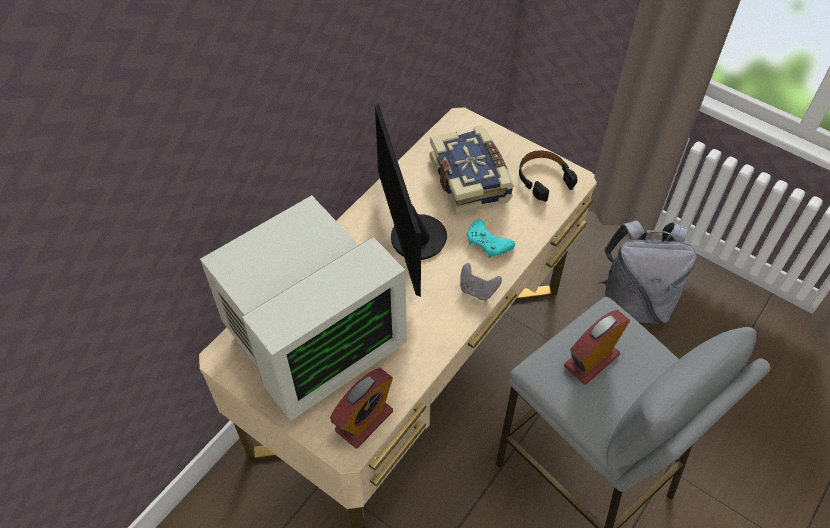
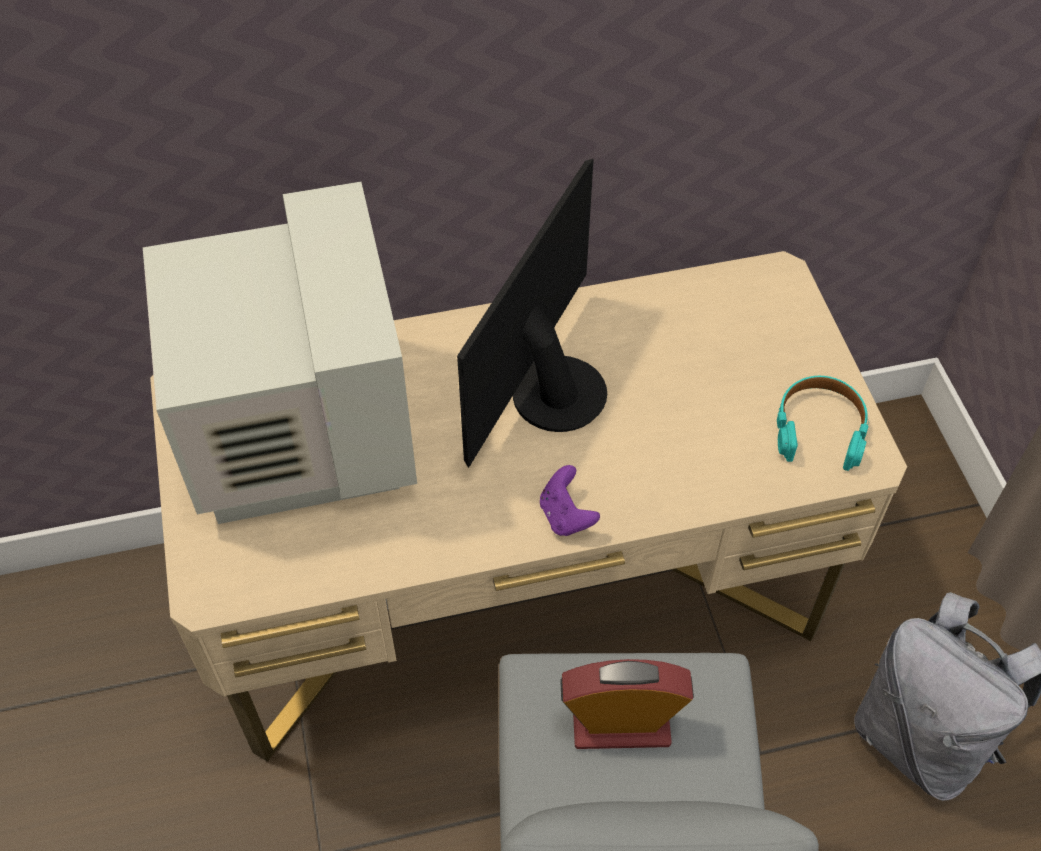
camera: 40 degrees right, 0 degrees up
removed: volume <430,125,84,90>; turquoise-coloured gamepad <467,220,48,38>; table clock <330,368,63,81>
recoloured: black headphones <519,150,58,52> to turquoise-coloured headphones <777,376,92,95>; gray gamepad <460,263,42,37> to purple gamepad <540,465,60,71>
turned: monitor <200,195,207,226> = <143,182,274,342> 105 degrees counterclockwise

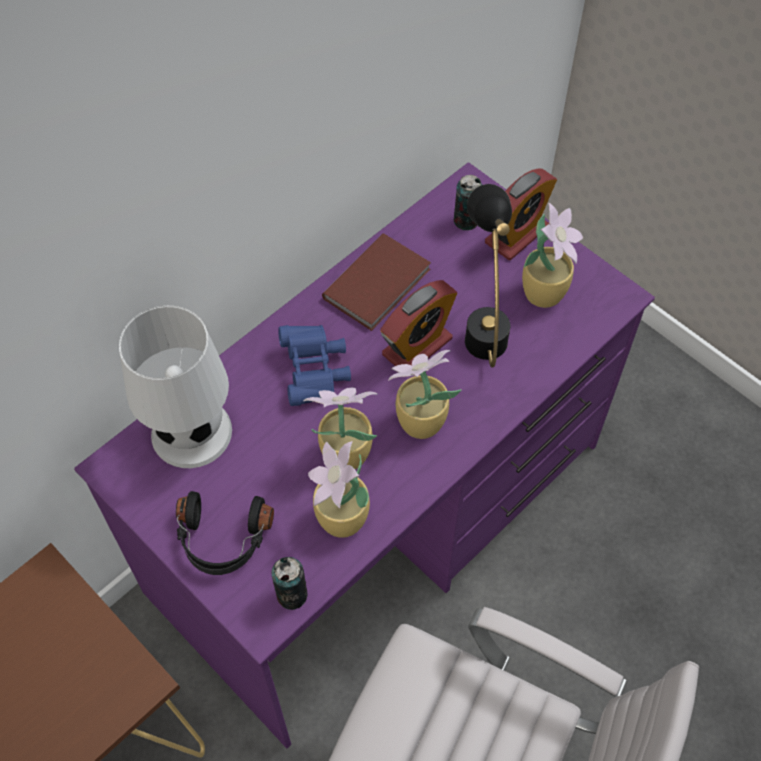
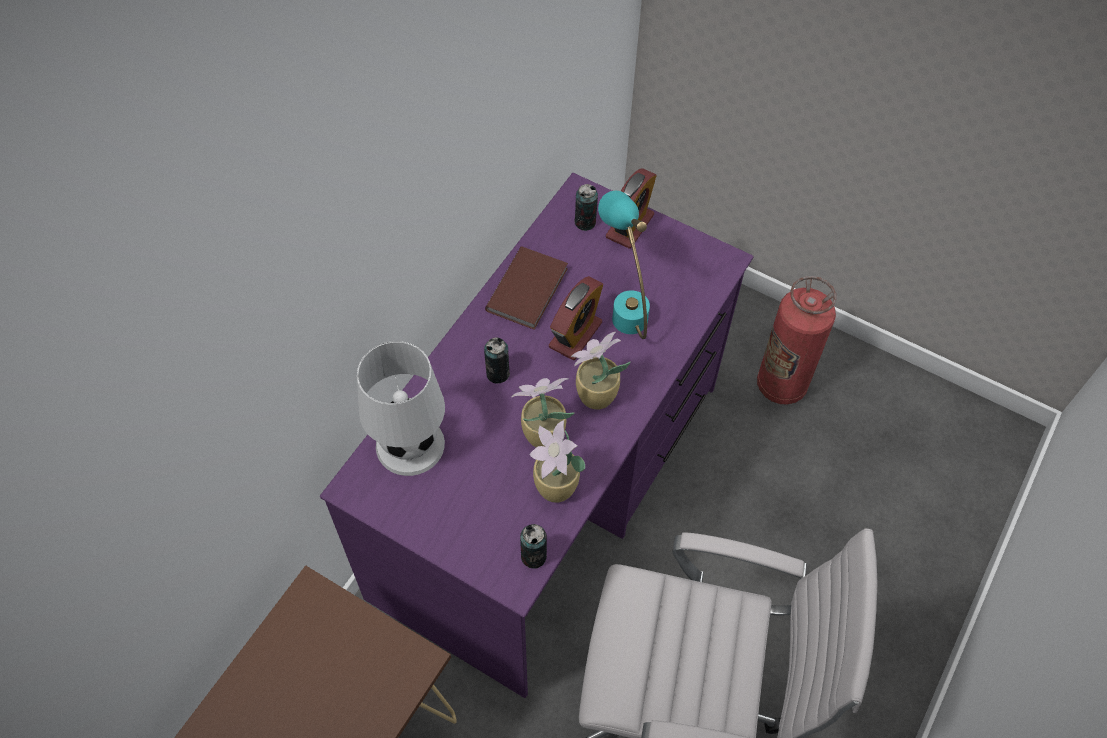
camera: 15 degrees left, 0 degrees up
removed: houseplant <522,203,61,105>; black headphones <176,491,98,84>
added: extinguisher <757,276,79,129>
replaced: blue-coloured pair of binoculars <278,325,73,81> to sealed can <484,337,26,47>
recoloured: black lamp for a table <465,184,47,184> to turquoise-coloured lamp for a table <598,191,52,148>

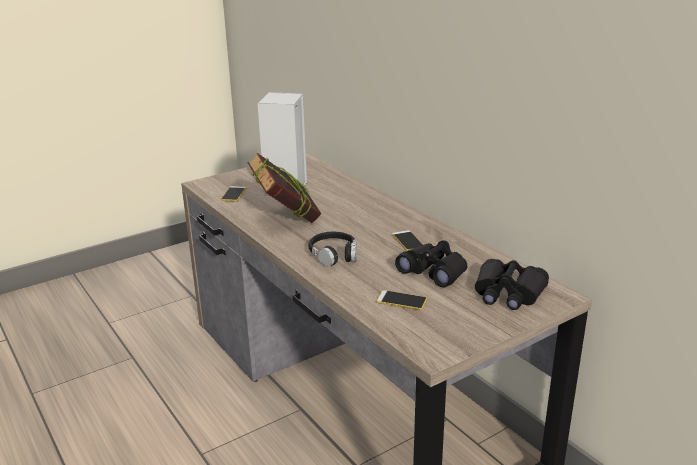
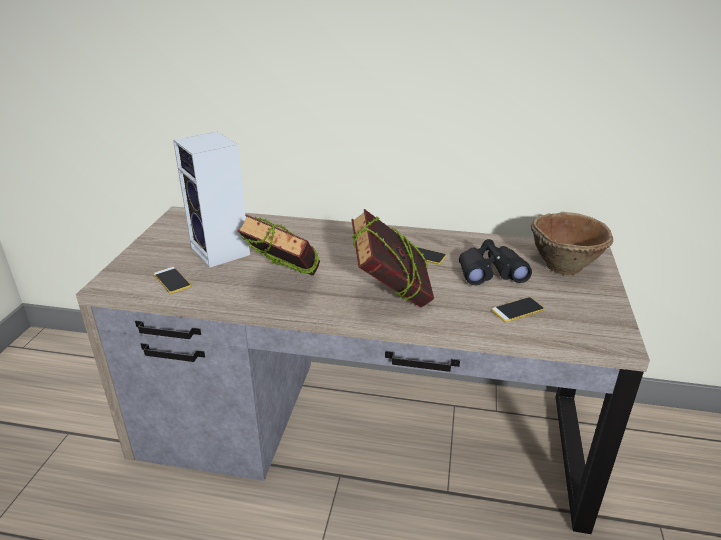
camera: 45 degrees left, 5 degrees up
replaced: black headphones <308,232,49,35> to volume <351,209,83,99>; black pair of binoculars <475,259,74,51> to brownish serving bowl <531,212,82,63>

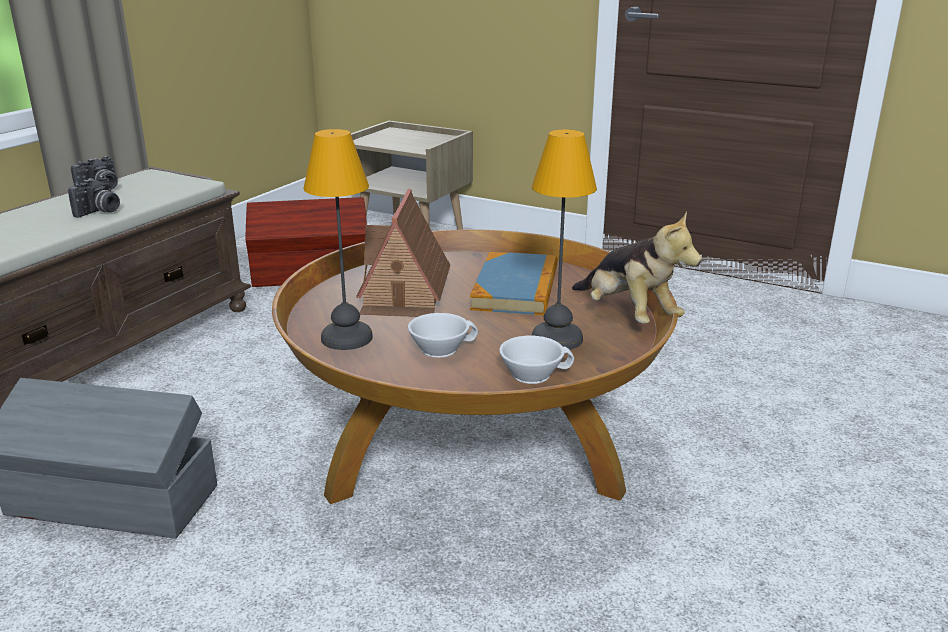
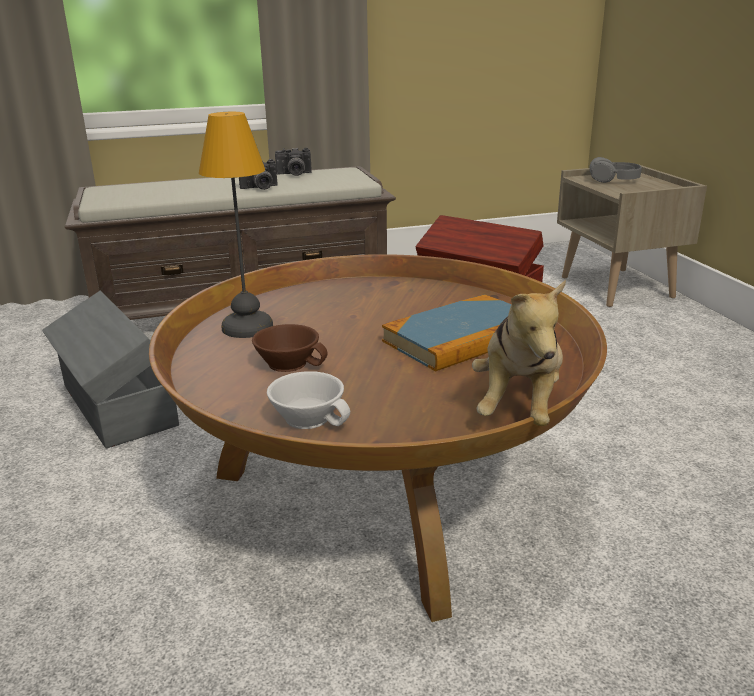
camera: 45 degrees right, 0 degrees up
removed: lamp for a table <532,130,65,220>; toy house <356,189,95,128>
added: gray headphones <589,157,53,26>
recoloured: white drinking cup <408,313,70,45> to brownish drinking cup <252,324,75,48>

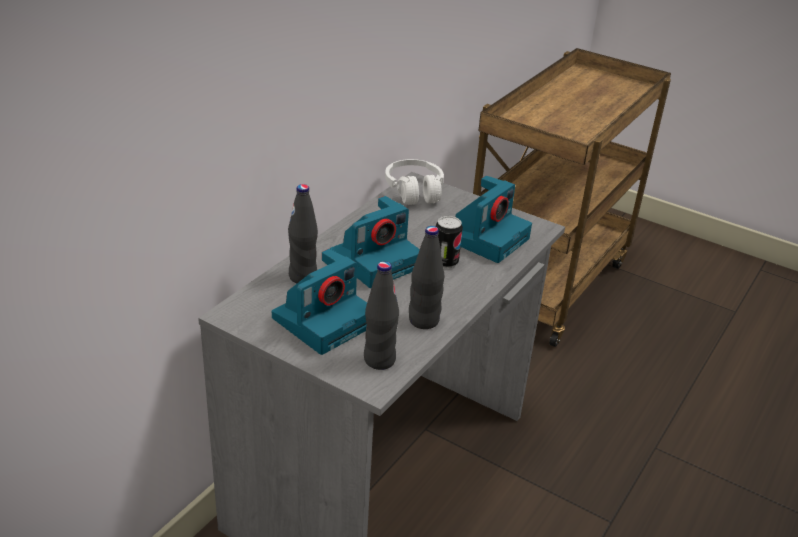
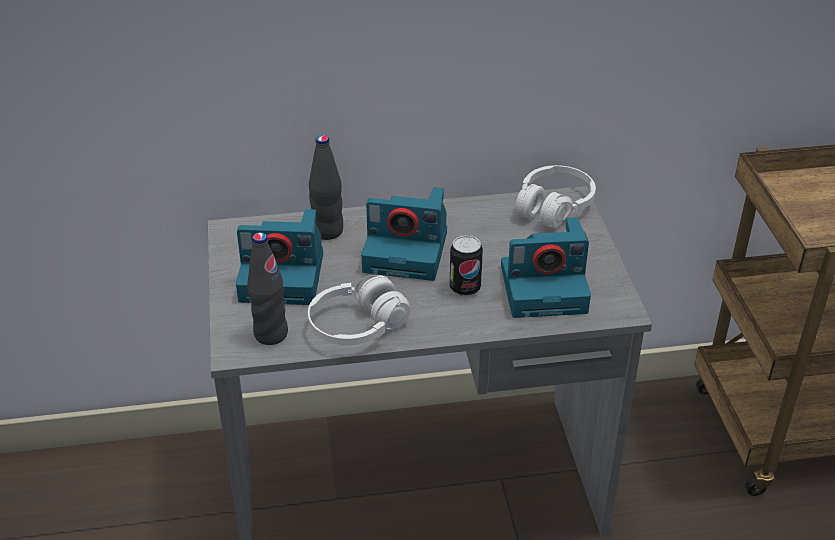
camera: 50 degrees right, 5 degrees up
replaced: black bottle <409,226,35,103> to white headphones <308,275,102,70>

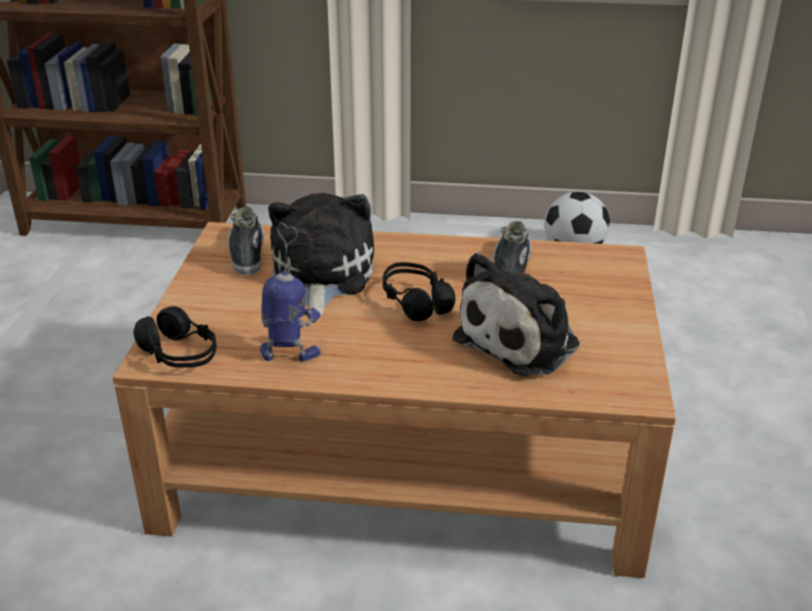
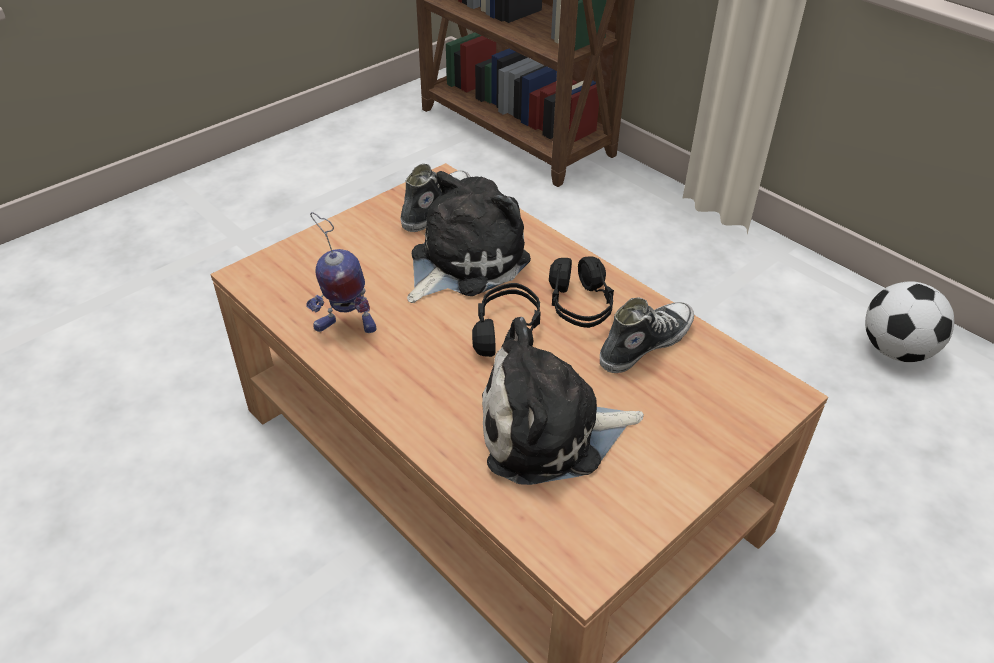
camera: 40 degrees right, 10 degrees up
moved: black headphones <133,306,84,62> to <549,256,65,72>
turned: robot figure <260,223,61,139> = <306,212,70,121> 135 degrees clockwise

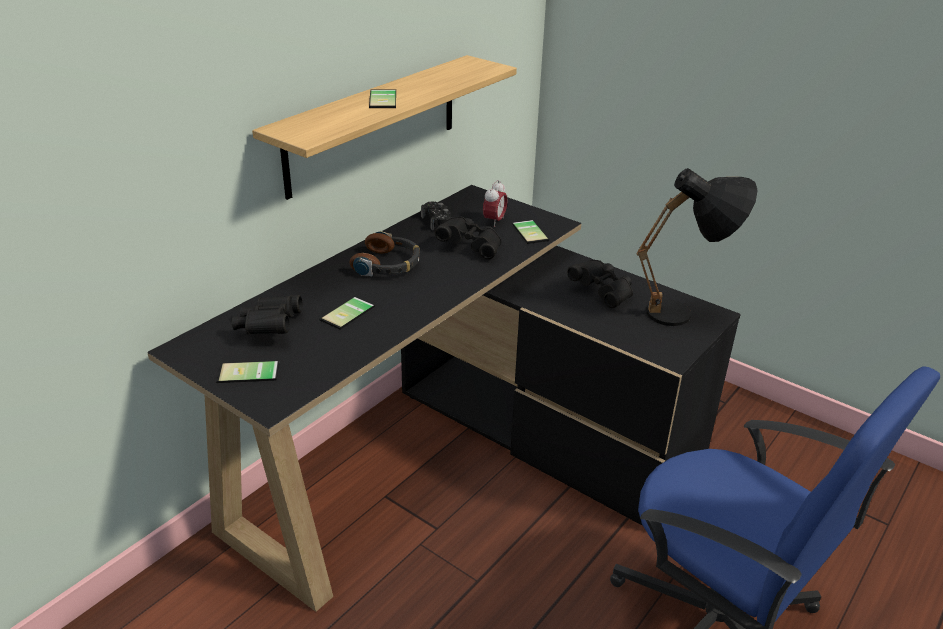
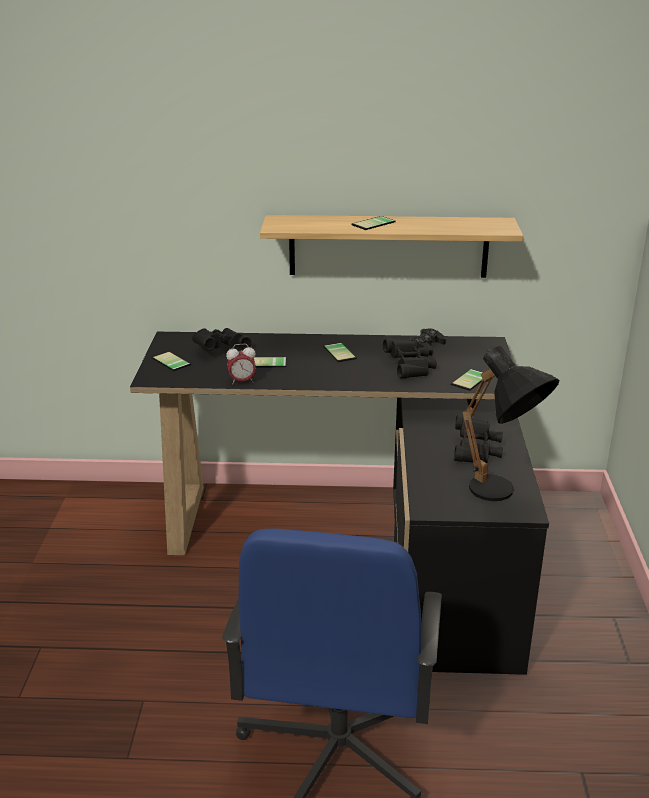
camera: 55 degrees right, 5 degrees down
moved: table clock <483,180,24,47> to <226,344,30,41>
replaced: headphones <349,231,71,45> to handset <323,342,34,20>

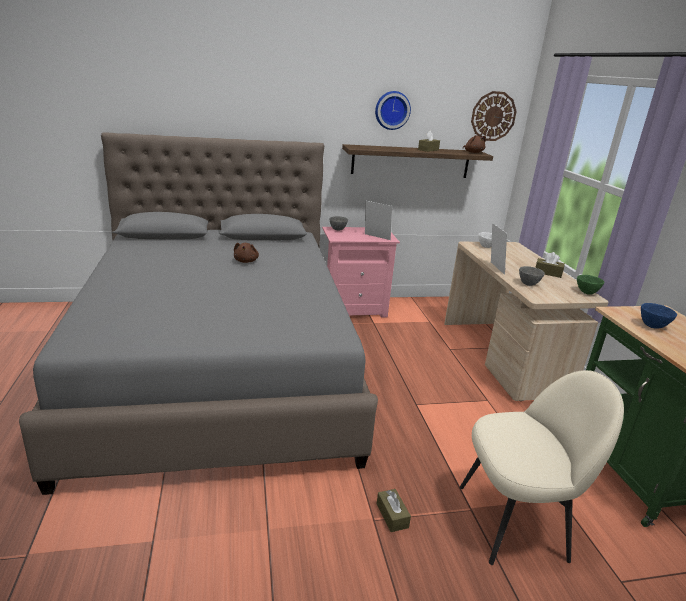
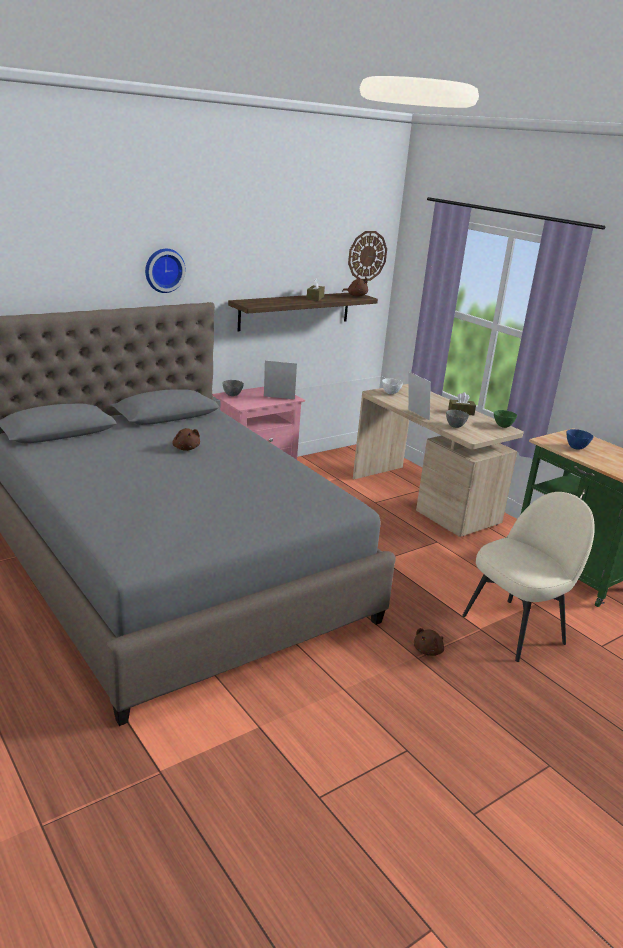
camera: 25 degrees left, 0 degrees up
moved: clock on the wall <375,91,36,39> to <145,249,41,44>
replaced: brownish box of tissues <377,489,34,43> to brownish cuddly toy <414,628,30,28>

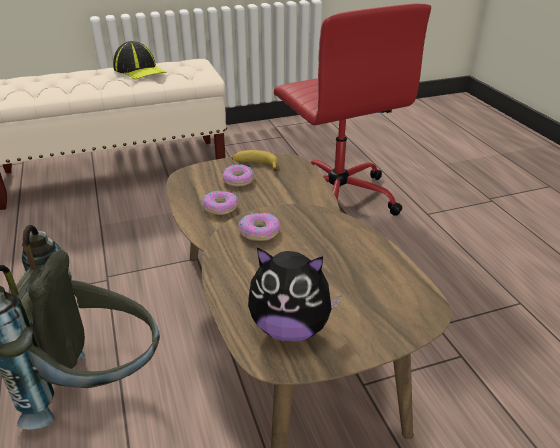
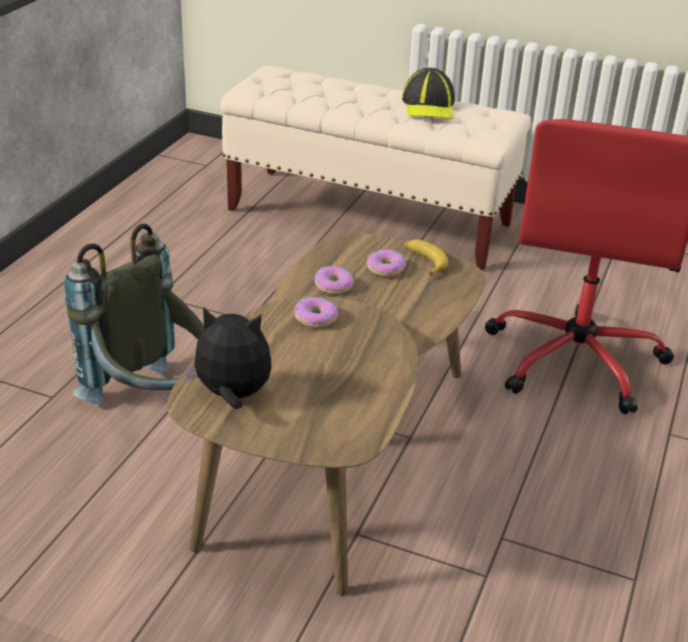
camera: 40 degrees right, 0 degrees up
turned: cuddly toy <248,247,94,95> = <182,307,89,102> 135 degrees clockwise

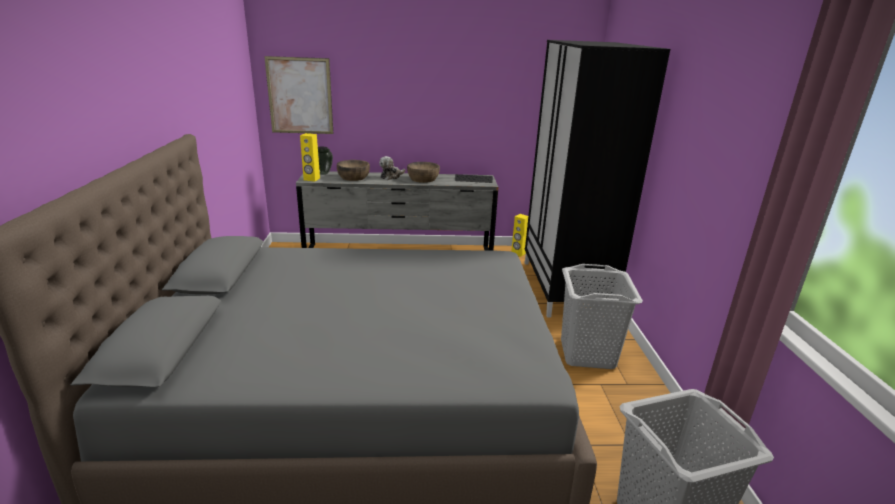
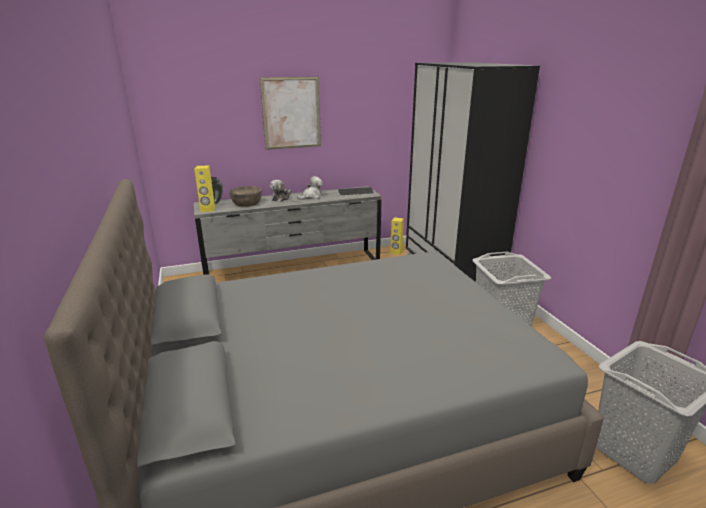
camera: 15 degrees left, 0 degrees up
moved: picture <264,56,69,78> to <260,76,61,74>
replaced: brownish serving bowl <407,162,33,21> to cuddly toy <297,176,26,24>

